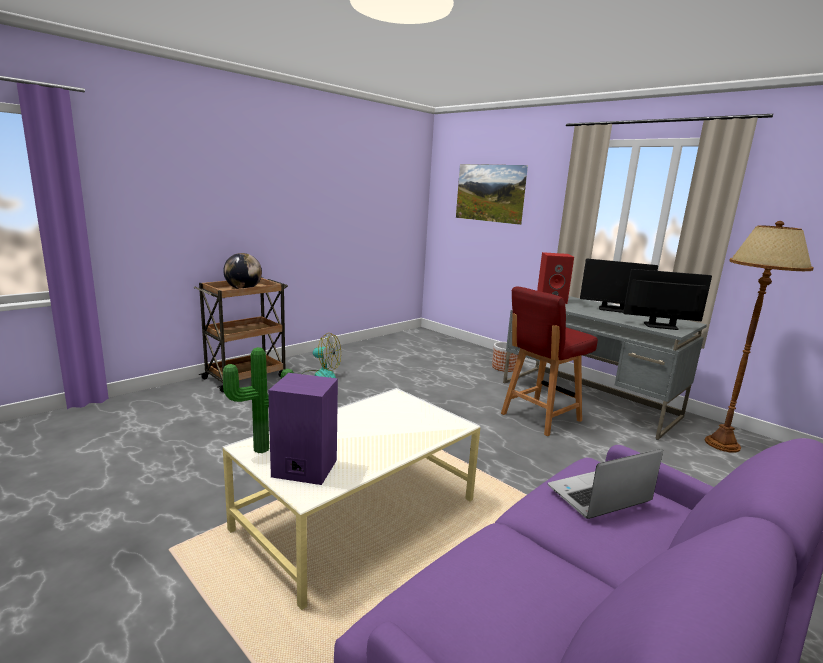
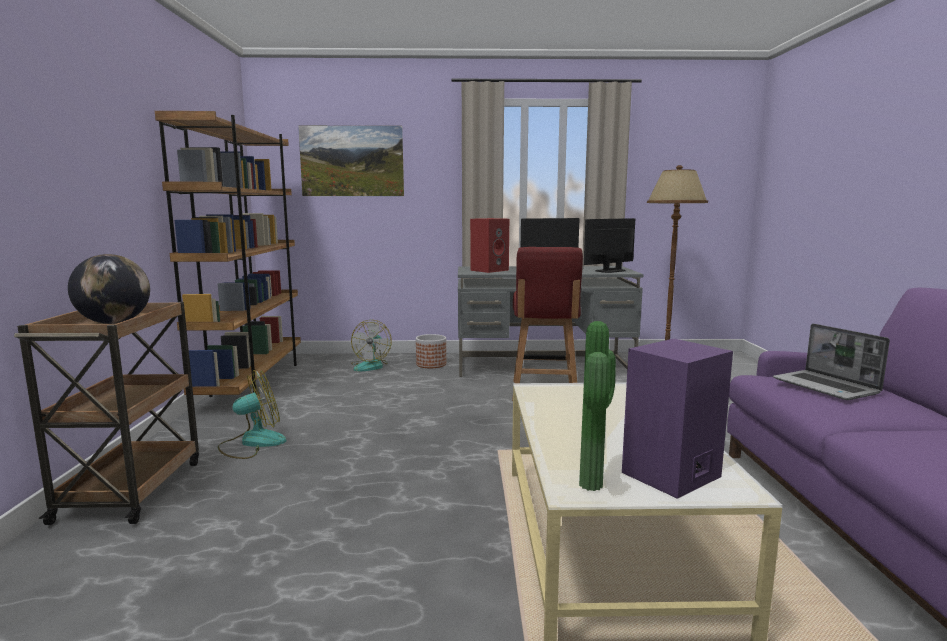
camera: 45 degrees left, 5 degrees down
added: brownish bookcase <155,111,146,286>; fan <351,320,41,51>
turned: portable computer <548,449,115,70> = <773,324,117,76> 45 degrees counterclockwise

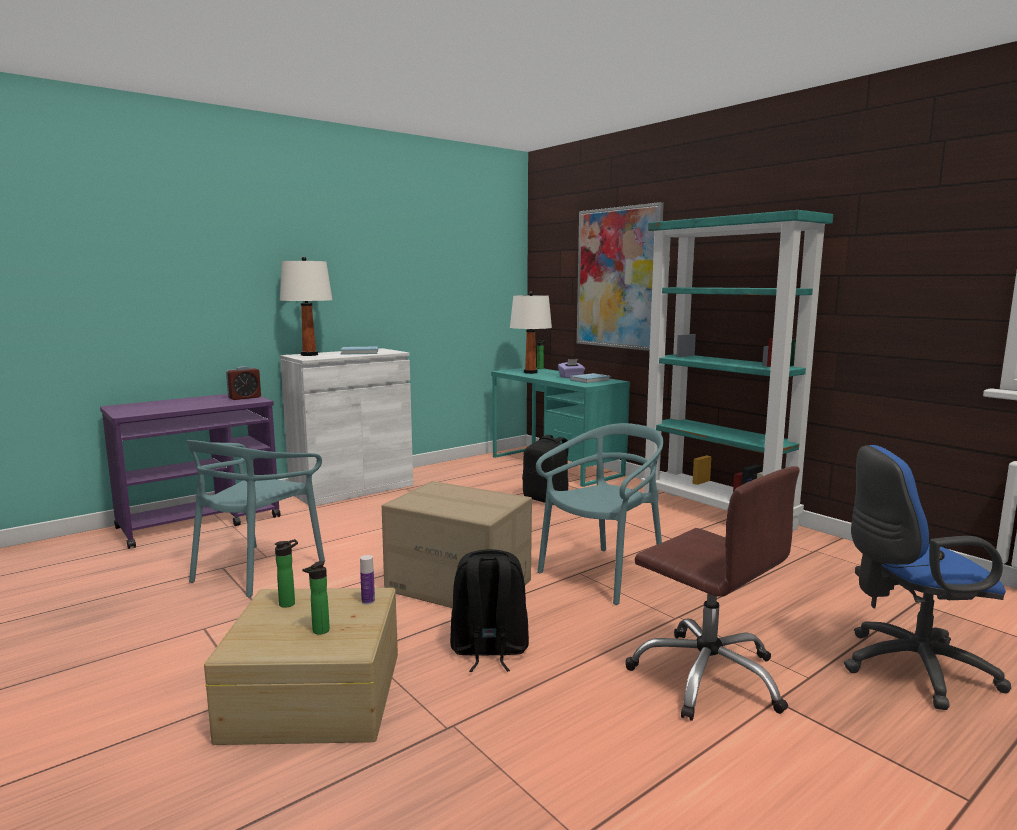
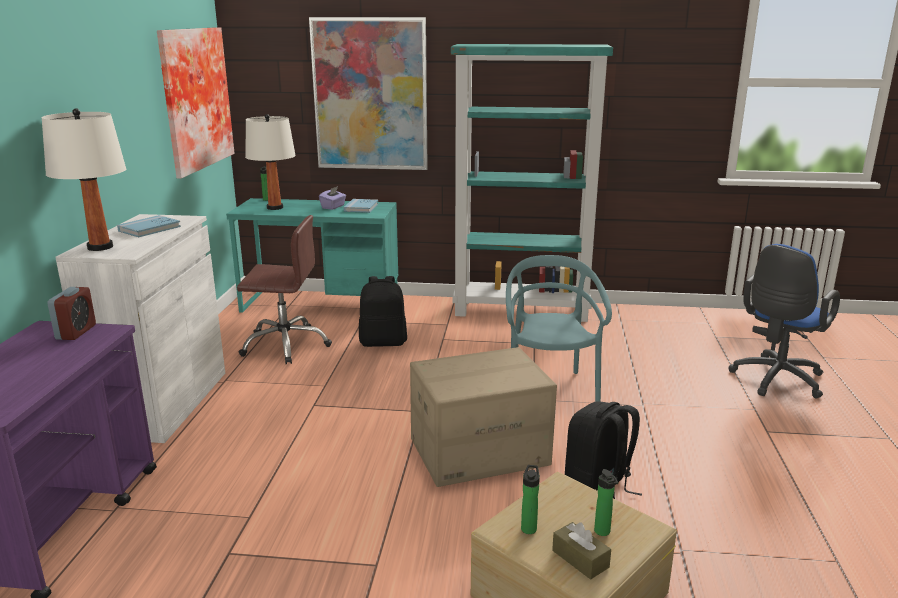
camera: 45 degrees left, 10 degrees up
removed: turquoise-coloured plain chair <186,440,139,157>; bottle <360,555,15,49>
added: picture <157,27,78,152>; brownish box of tissues <552,522,59,58>
moved: brownish computer chair <625,466,175,255> to <237,215,95,149>

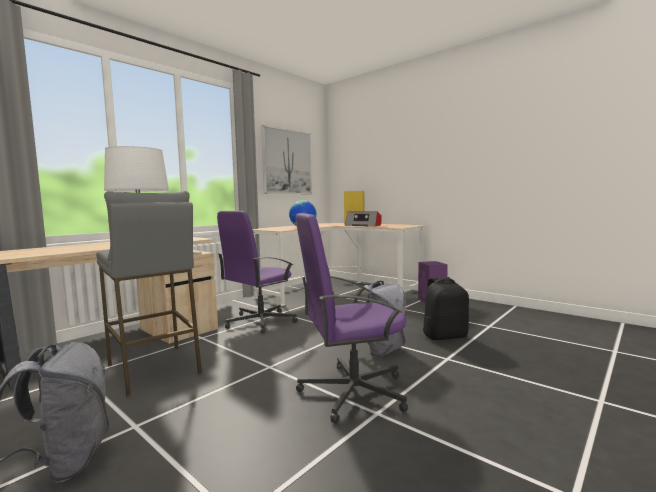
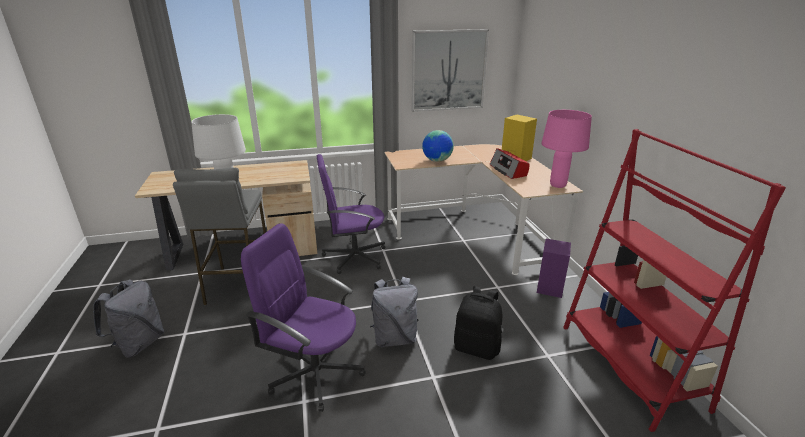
camera: 35 degrees right, 20 degrees up
added: pink-coloured lamp for a table <541,110,51,78>; red bookcase <563,129,223,303>

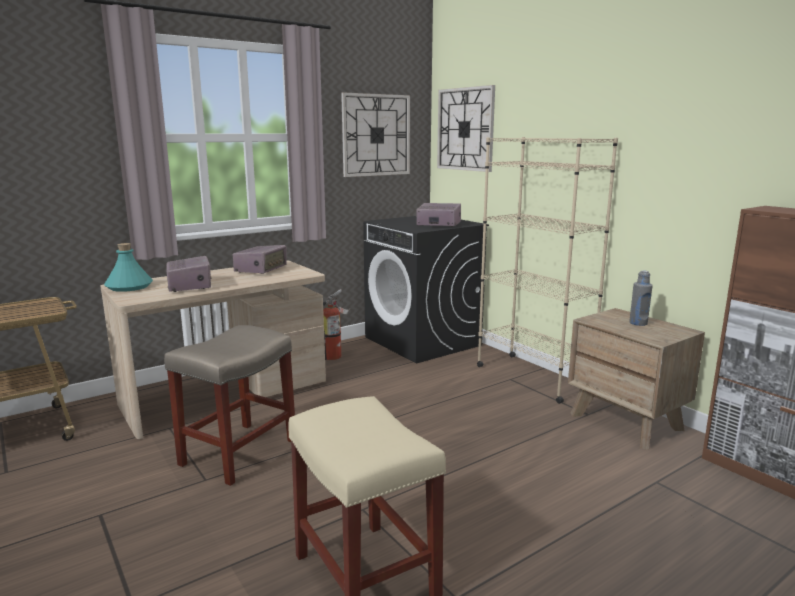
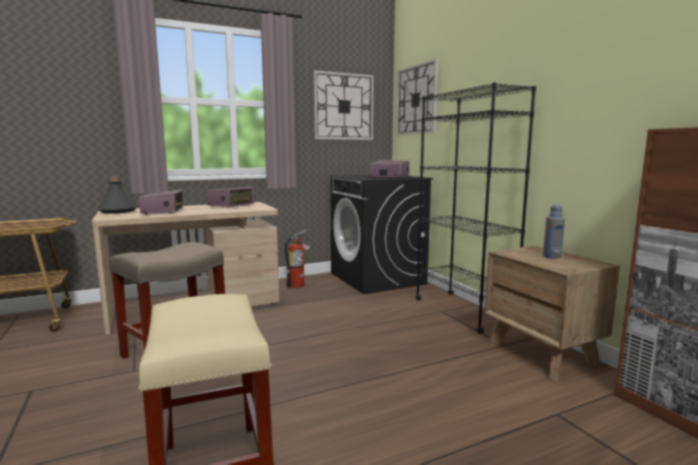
camera: 10 degrees right, 5 degrees down
recoloured: beige bookcase <477,137,141,267> to black bookcase <416,82,120,252>; turquoise-coloured bottle <104,243,49,49> to gray bottle <97,176,41,38>

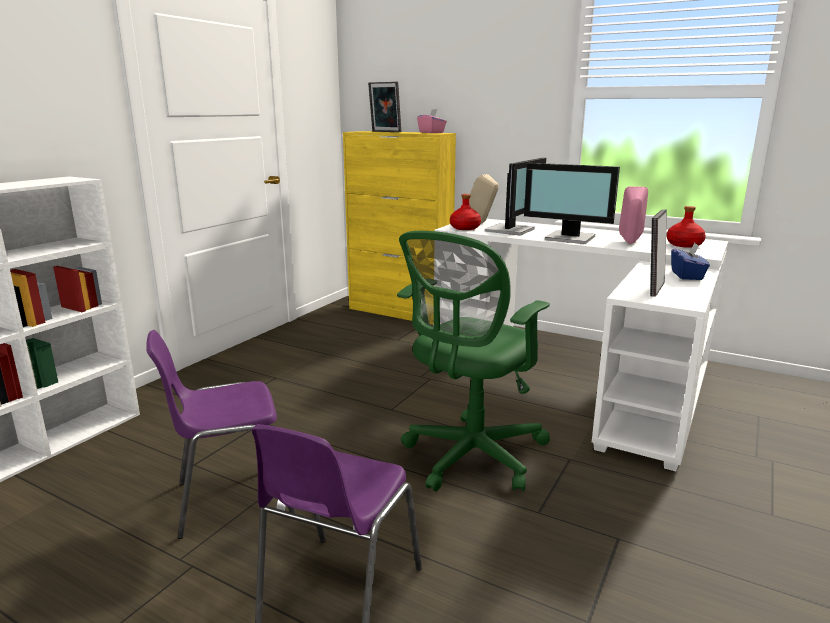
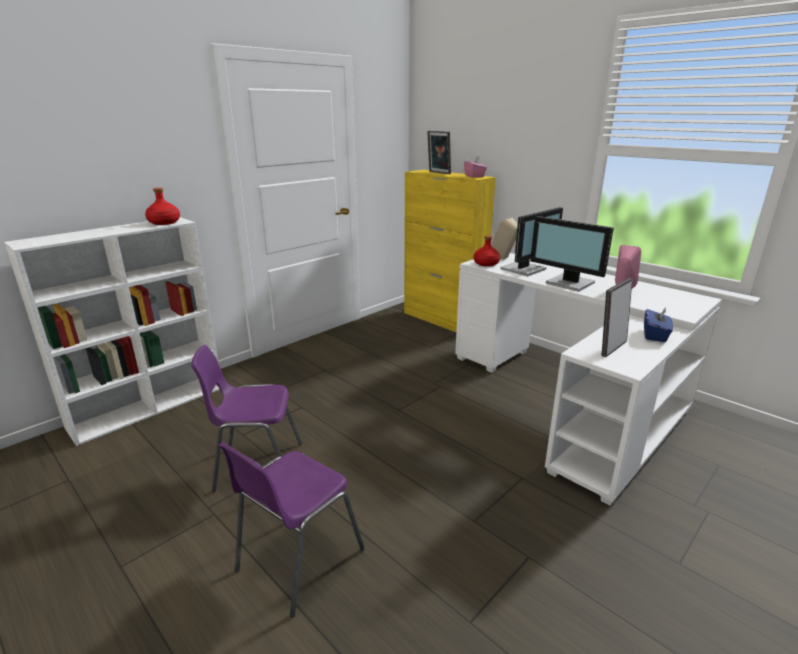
camera: 15 degrees right, 5 degrees up
removed: green computer chair <397,231,153,261>
moved: red bottle <667,206,39,42> to <145,188,35,37>

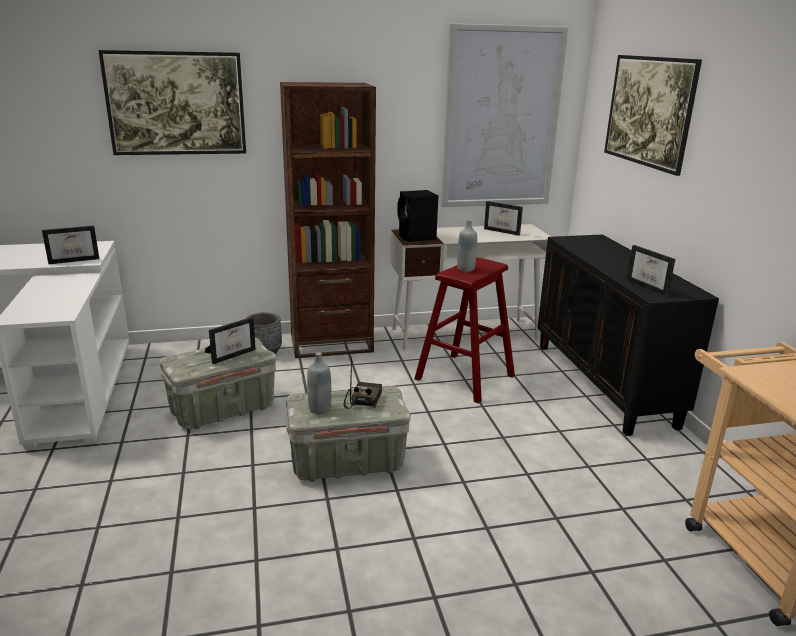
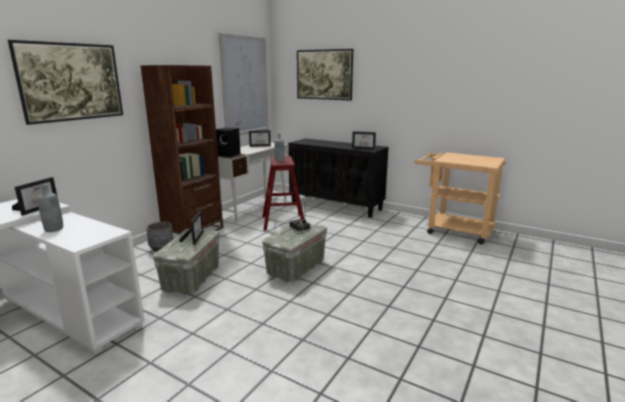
camera: 45 degrees left, 5 degrees down
moved: gray bottle <307,352,24,63> to <38,184,25,48>

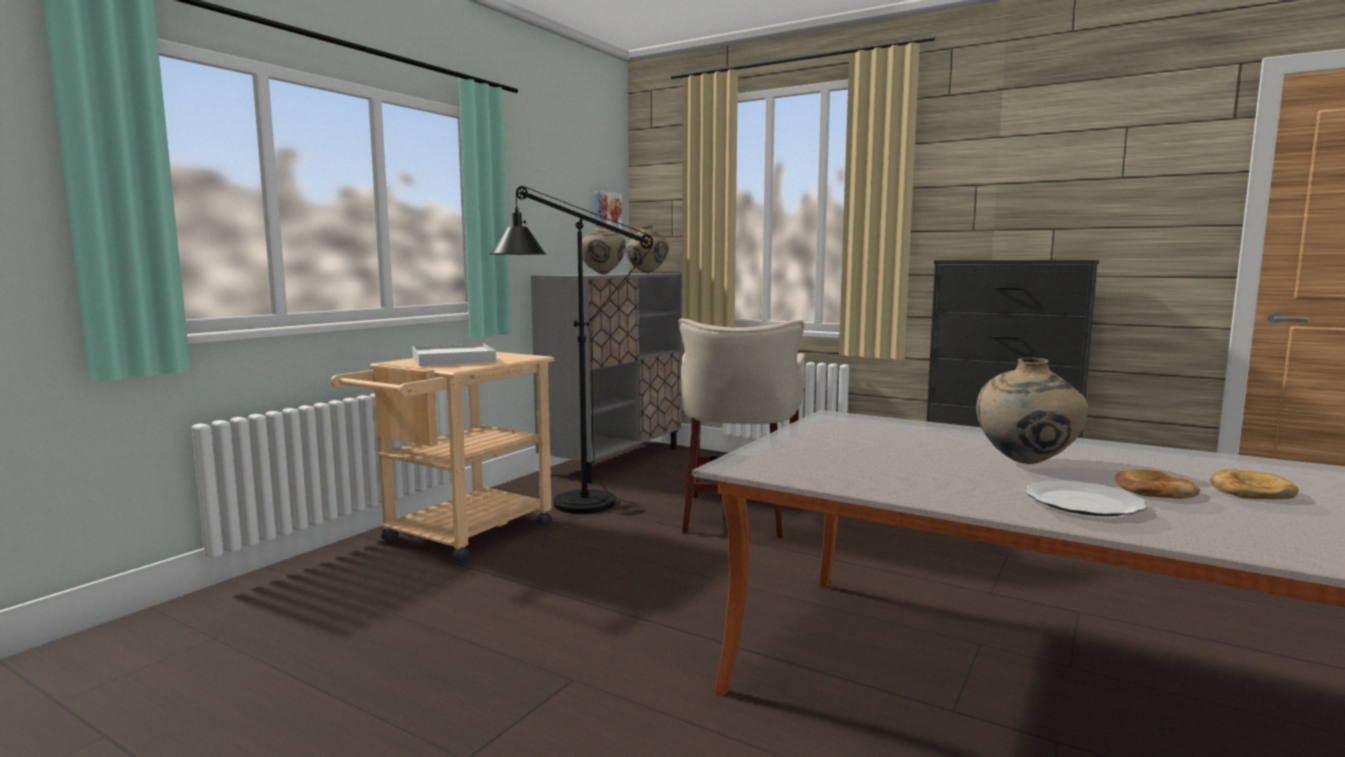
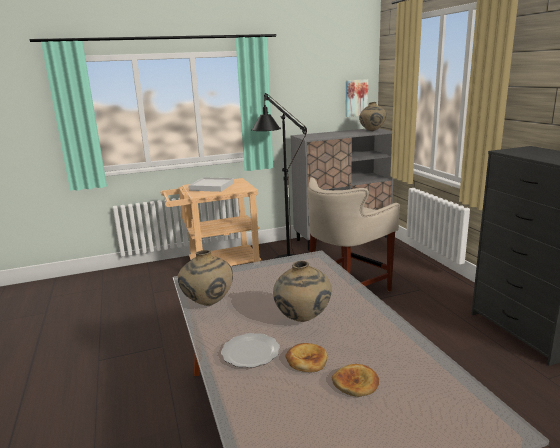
camera: 40 degrees right, 10 degrees up
moved: beige decorative vase <582,225,44,49> to <178,250,55,56>

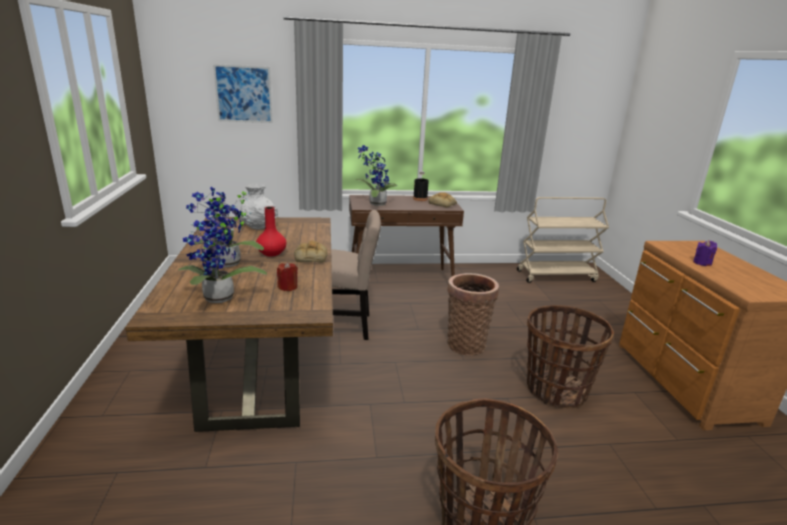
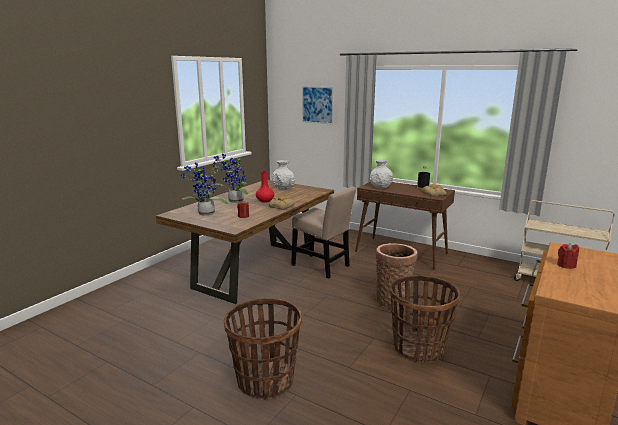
camera: 40 degrees right, 5 degrees down
replaced: houseplant <355,145,42,61> to white decorative vase <370,159,23,29>
recoloured: purple candle <693,240,24,26> to red candle <557,243,22,26>

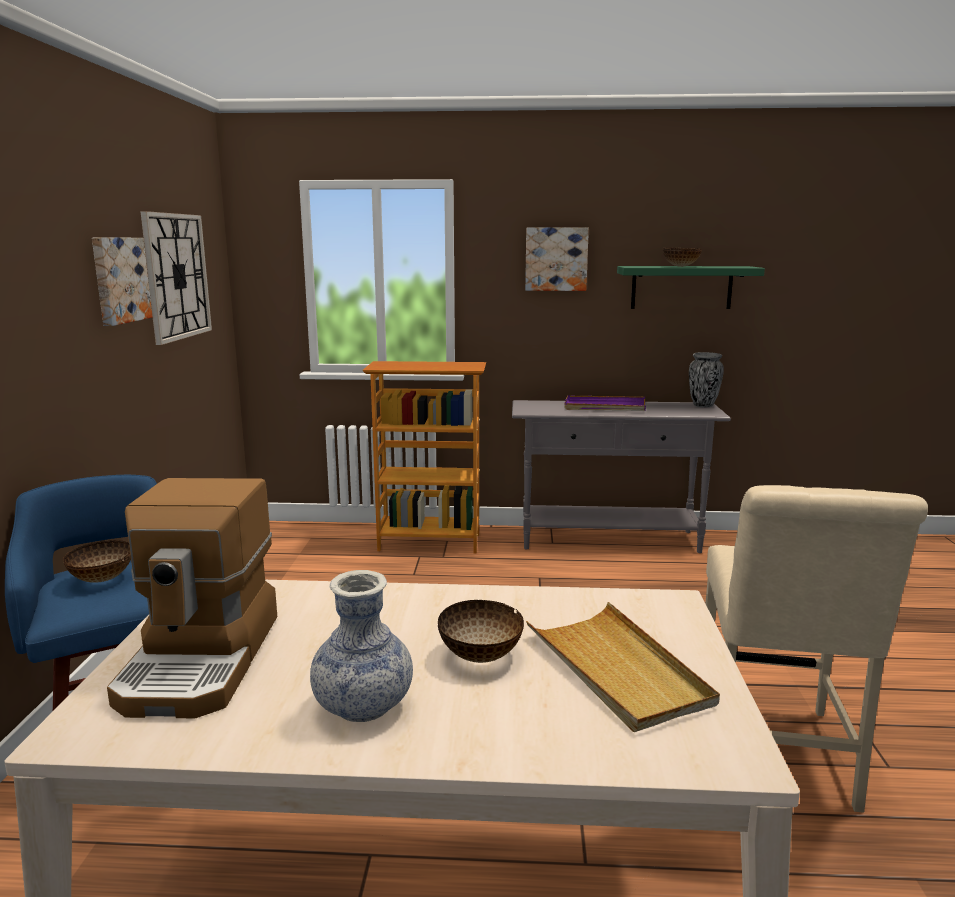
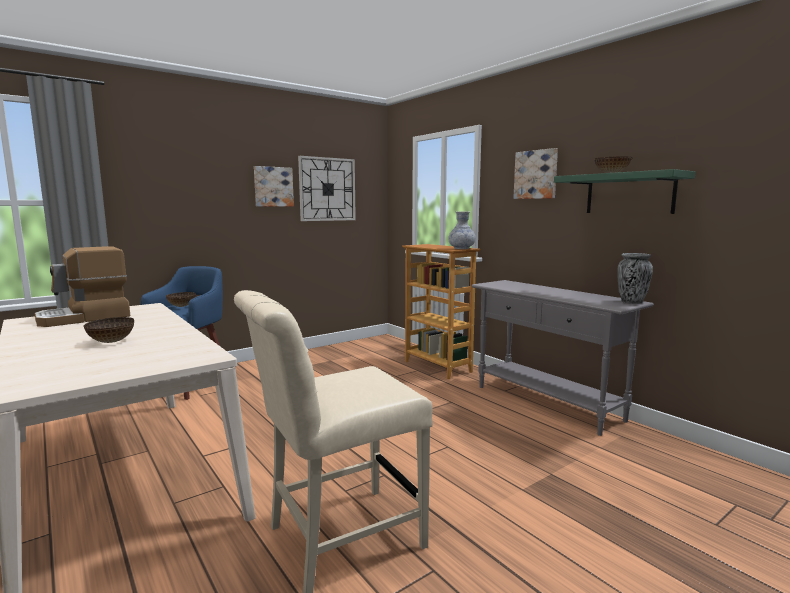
camera: 50 degrees right, 5 degrees down
removed: purple tray <564,396,82,15>; beige tray <526,602,194,130>
moved: decorative vase <310,570,103,152> to <448,211,28,38>

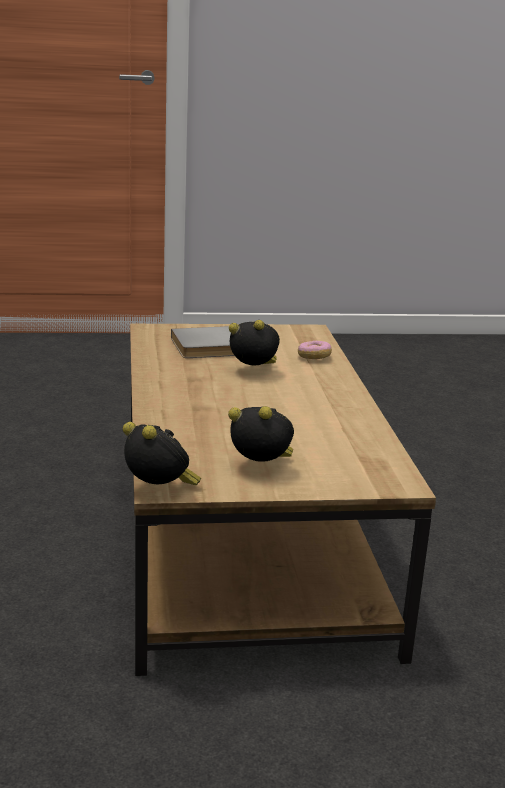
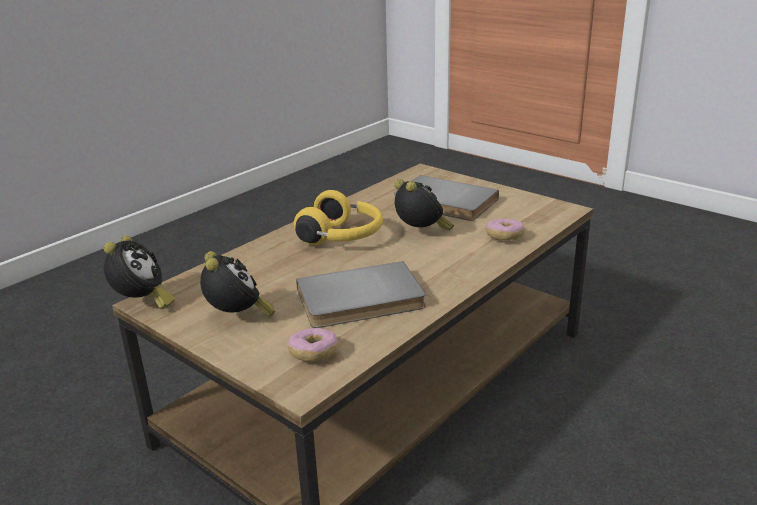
camera: 50 degrees right, 5 degrees up
added: yellowish headphones <294,190,89,56>; gray volume <296,261,130,67>; donut <288,328,50,34>

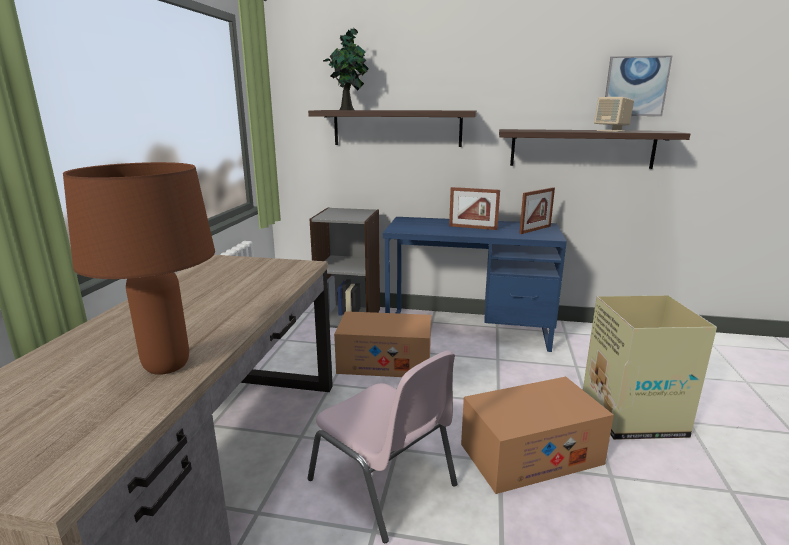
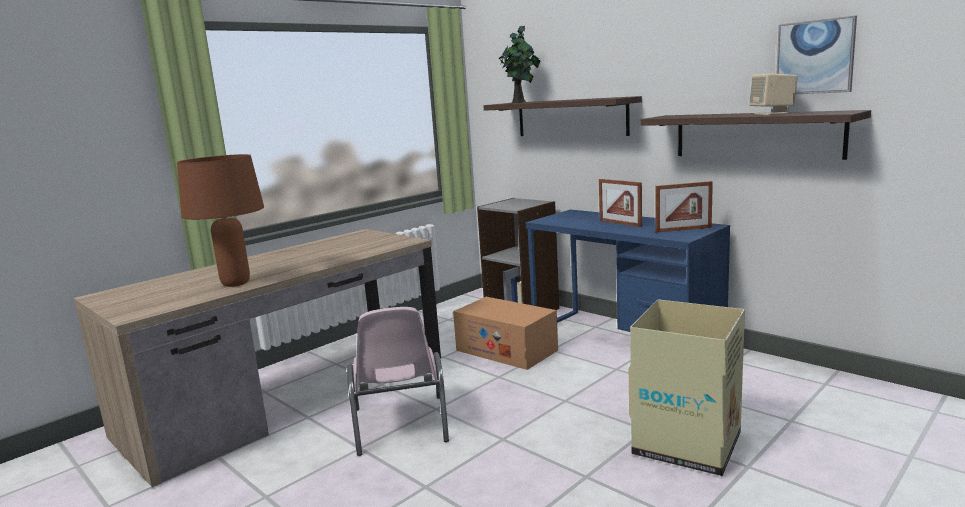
camera: 35 degrees right, 5 degrees down
removed: carton <461,377,153,117>

